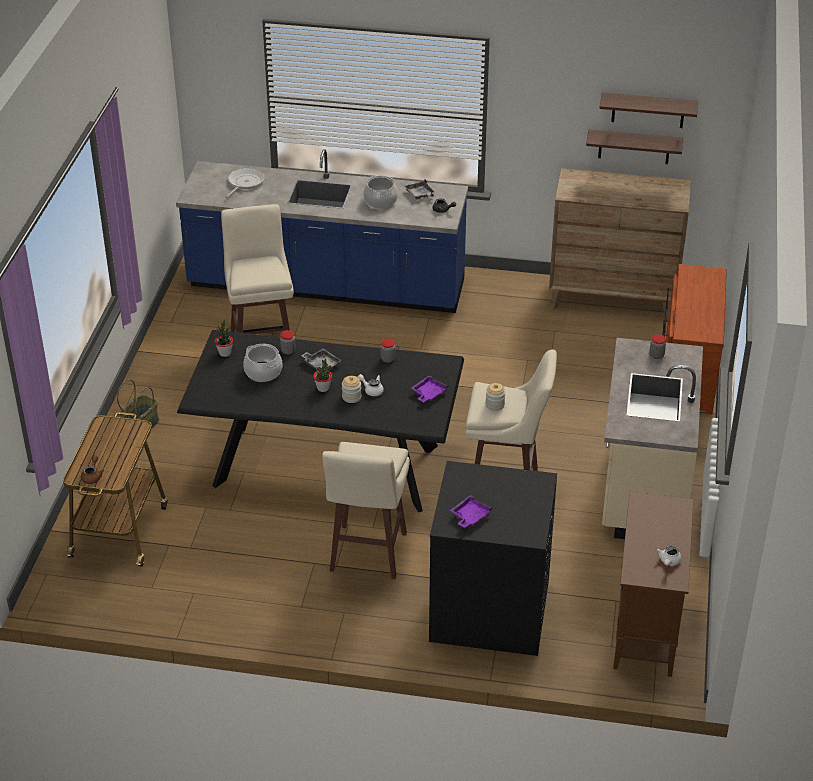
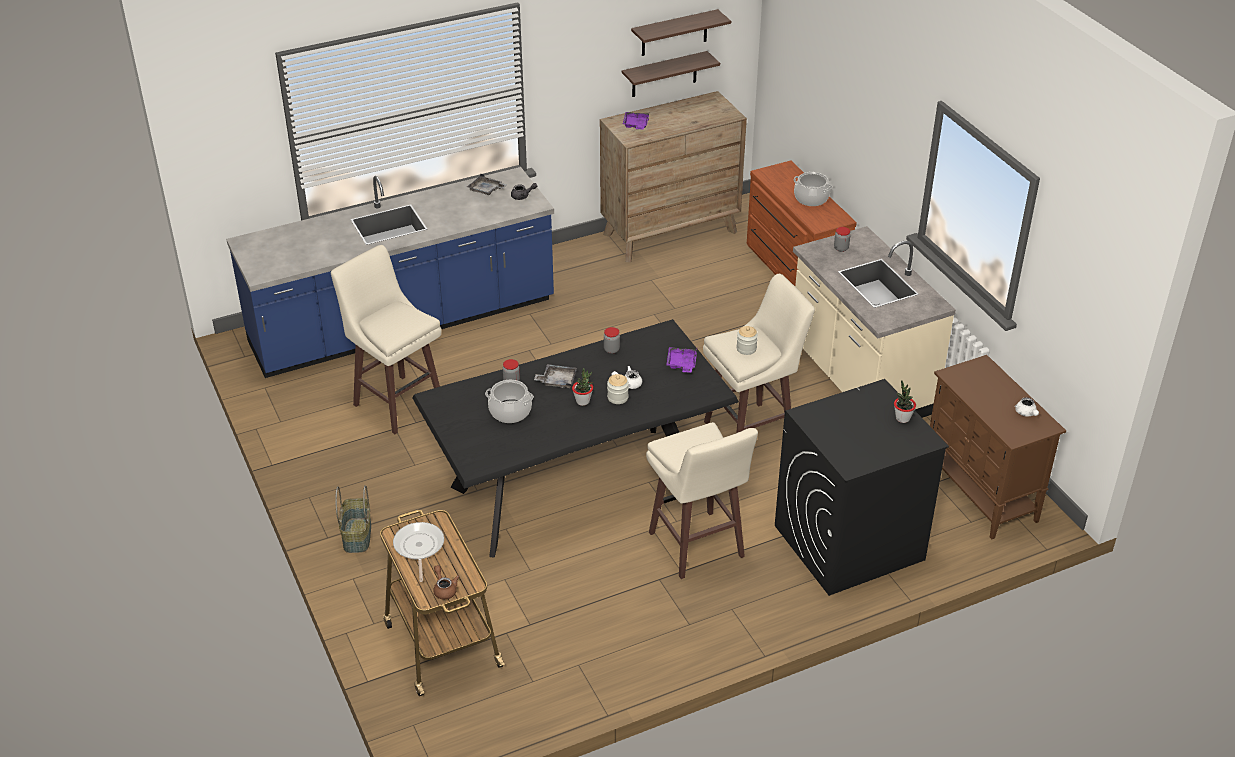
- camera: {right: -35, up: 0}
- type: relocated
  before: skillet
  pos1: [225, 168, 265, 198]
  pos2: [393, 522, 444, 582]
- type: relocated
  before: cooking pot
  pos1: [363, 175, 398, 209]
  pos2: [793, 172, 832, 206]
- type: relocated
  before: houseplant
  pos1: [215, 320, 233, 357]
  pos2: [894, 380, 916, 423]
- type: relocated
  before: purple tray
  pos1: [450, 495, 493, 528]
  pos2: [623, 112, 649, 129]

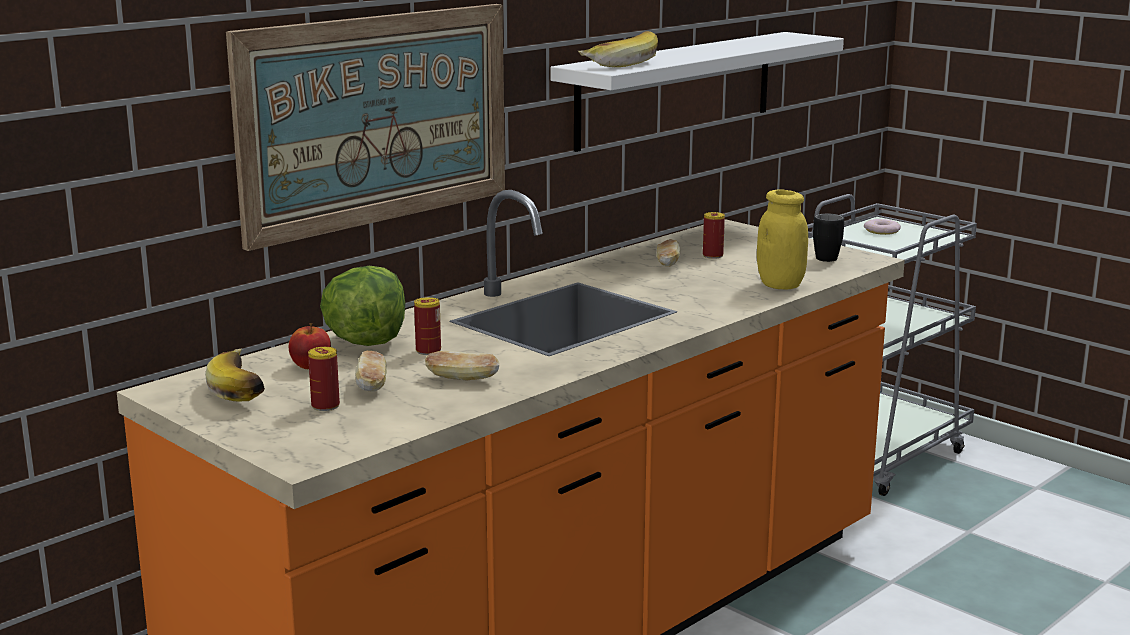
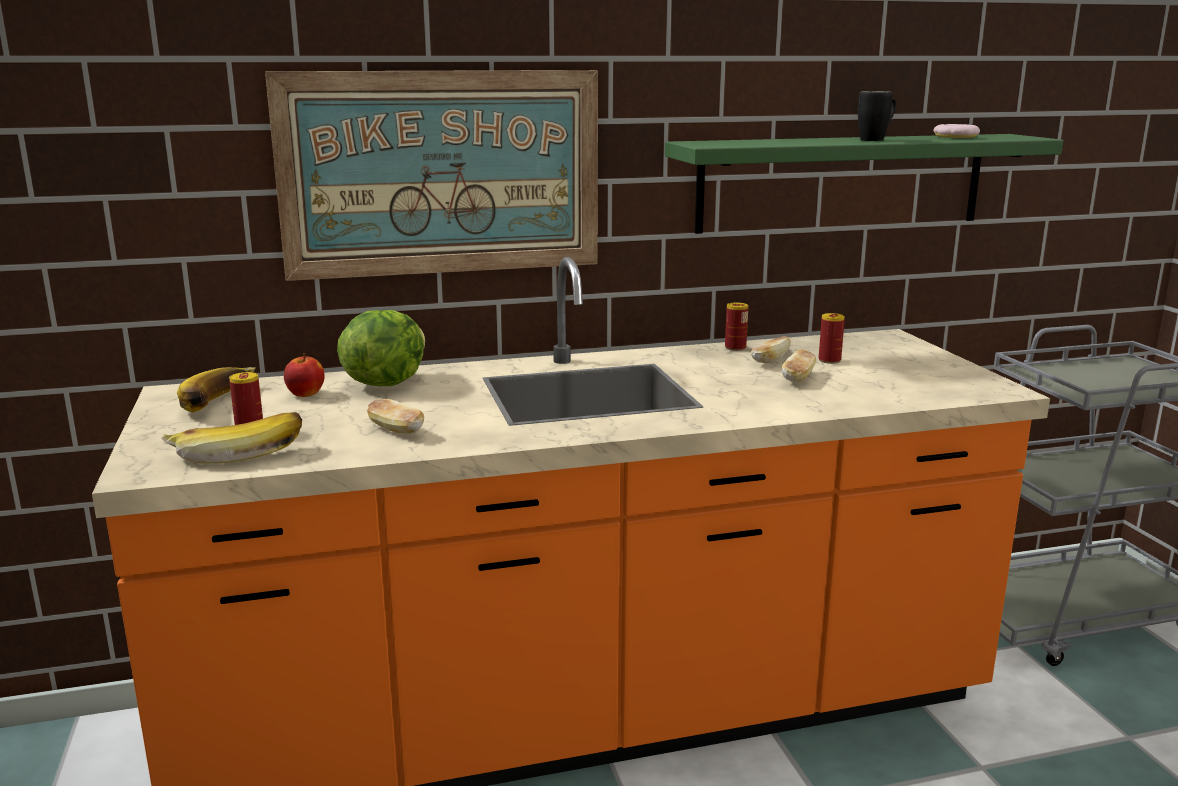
- camera: {right: 30, up: 0}
- type: relocated
  before: banana
  pos1: [578, 31, 658, 67]
  pos2: [161, 412, 302, 463]
- type: colour
  before: whitish bracket shelf
  after: greenish bracket shelf
  pos1: [550, 32, 844, 152]
  pos2: [665, 134, 1063, 234]
- type: missing
  before: yellow-coloured storage jar
  pos1: [757, 189, 808, 289]
- type: relocated
  before: black tea mug
  pos1: [813, 214, 844, 262]
  pos2: [858, 91, 896, 141]
- type: relocated
  before: doughnut
  pos1: [864, 219, 901, 235]
  pos2: [934, 124, 980, 138]
- type: relocated
  before: metal can
  pos1: [414, 297, 441, 355]
  pos2: [725, 302, 748, 351]
- type: relocated
  before: bread
  pos1: [355, 351, 387, 392]
  pos2: [781, 350, 816, 382]

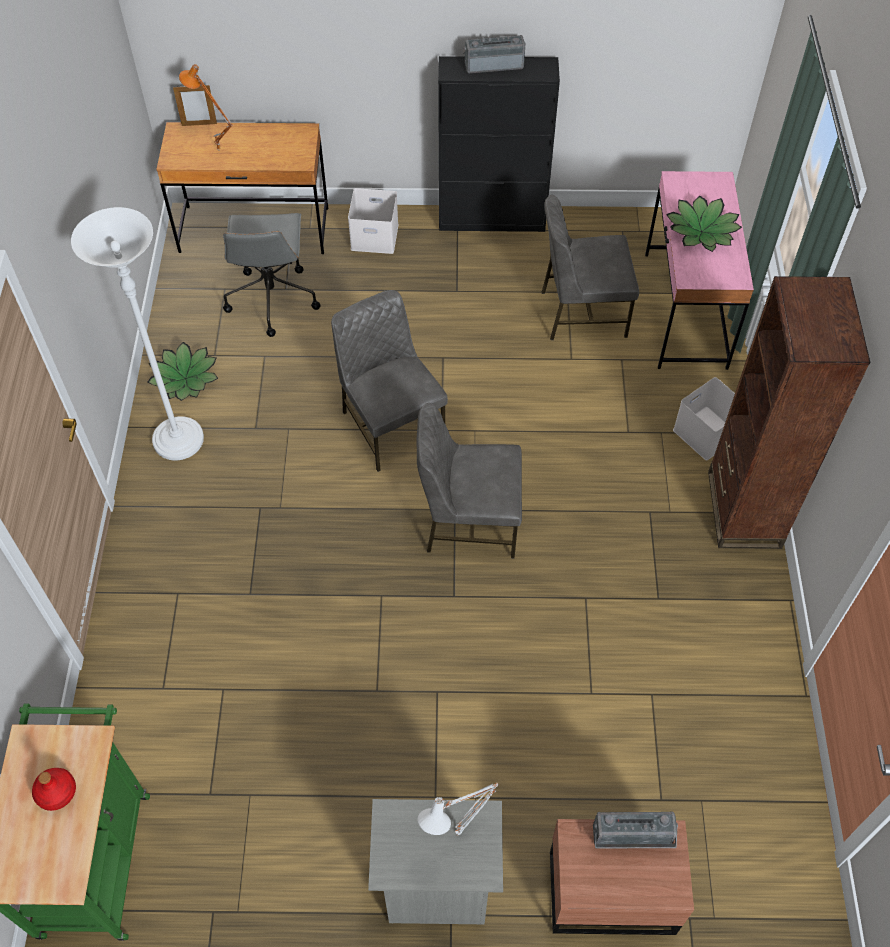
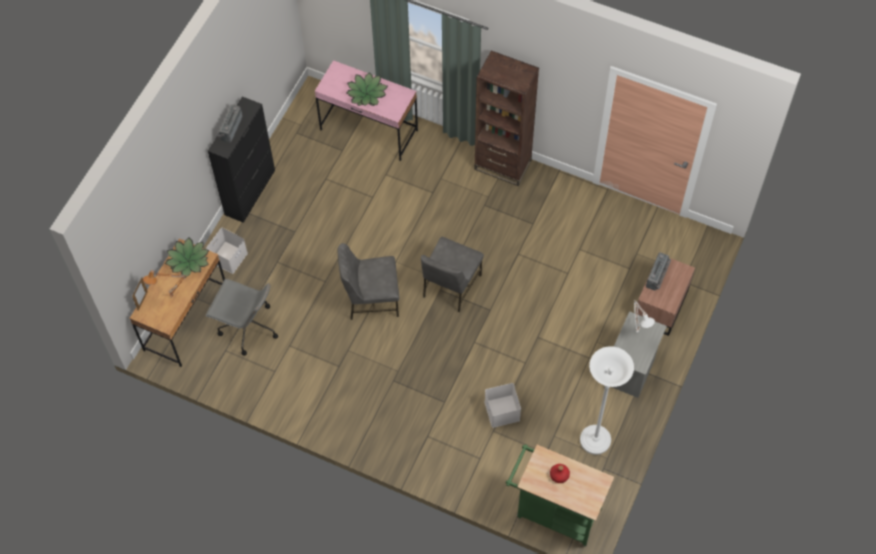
- camera: {right: -65, up: 5}
- type: missing
  before: grey upright chair
  pos1: [542, 195, 639, 340]
- type: relocated
  before: whitish floor lamp
  pos1: [71, 207, 204, 460]
  pos2: [580, 346, 634, 455]
- type: relocated
  before: houseplant
  pos1: [148, 342, 218, 401]
  pos2: [165, 237, 209, 278]
- type: relocated
  before: whitish storage bin
  pos1: [673, 377, 735, 460]
  pos2: [484, 383, 521, 428]

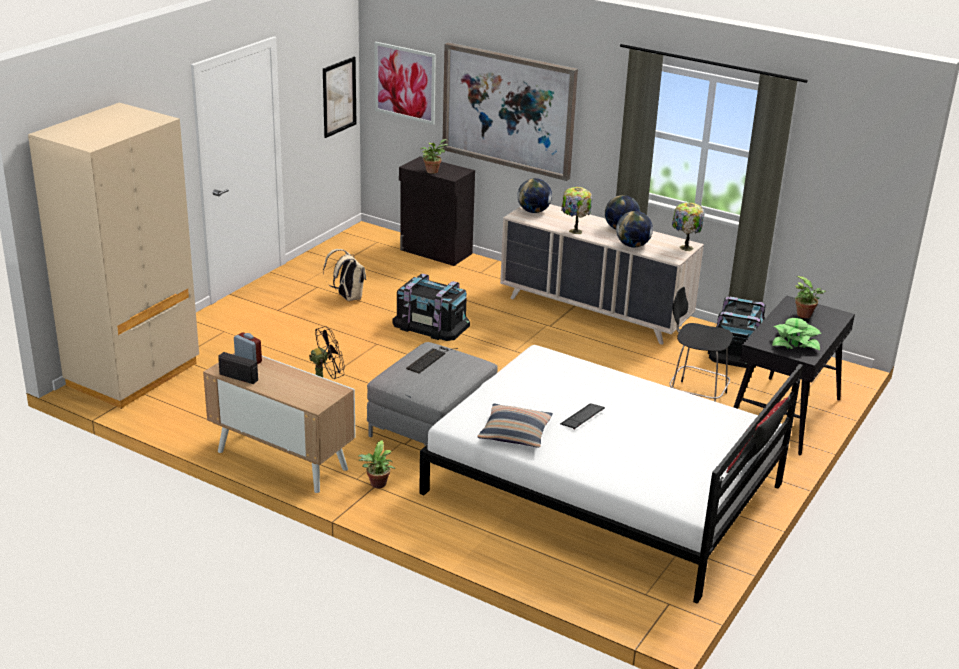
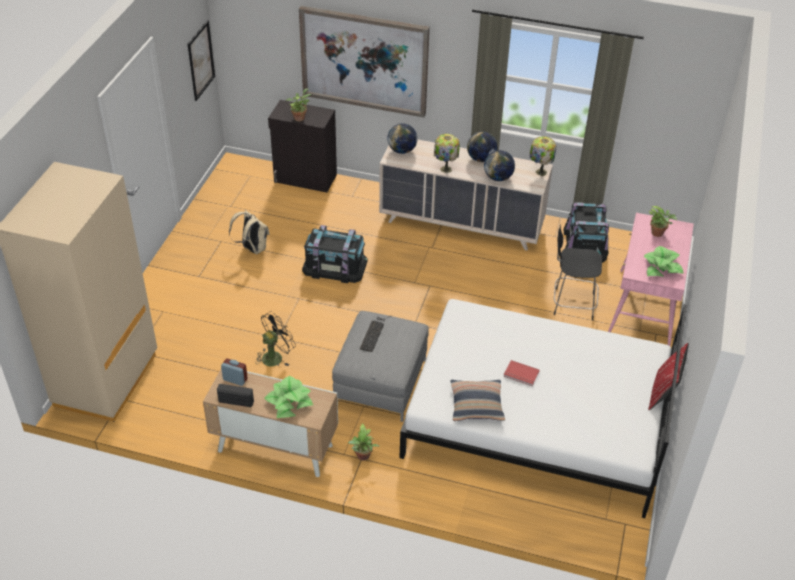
- camera: {right: -15, up: 15}
- type: missing
  before: wall picture
  pos1: [374, 42, 436, 125]
- type: colour
  before: black desk unit
  after: pink-coloured desk unit
  pos1: [733, 295, 855, 455]
  pos2: [608, 213, 694, 346]
- type: exchanged
  before: PC keyboard
  after: red bound book
  pos1: [560, 403, 605, 429]
  pos2: [503, 360, 540, 386]
- type: appeared
  after: houseplant
  pos2: [264, 376, 313, 418]

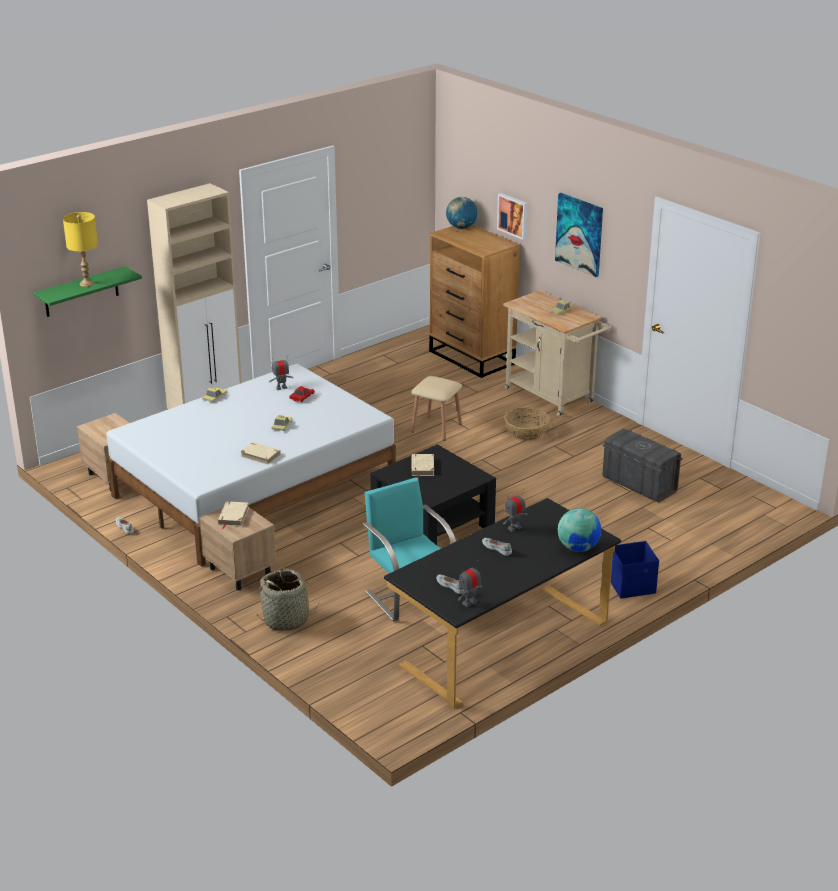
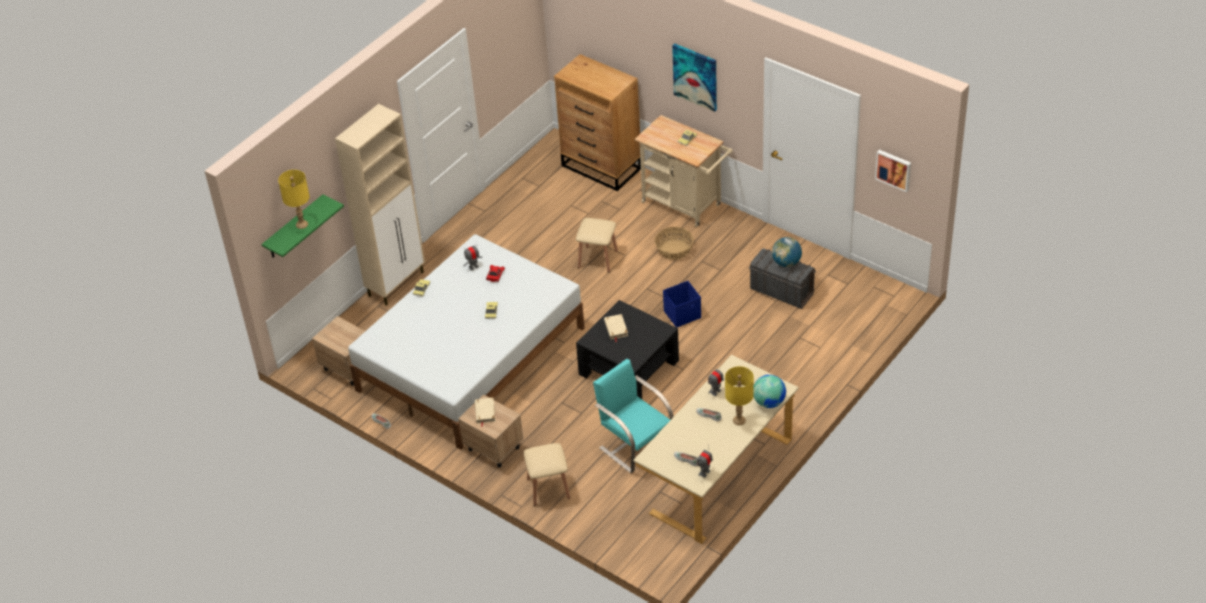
- camera: {right: -10, up: 15}
- type: relocated
  before: wall picture
  pos1: [497, 193, 528, 240]
  pos2: [875, 150, 911, 192]
- type: relocated
  before: desk globe
  pos1: [446, 197, 478, 229]
  pos2: [772, 237, 802, 267]
- type: missing
  before: beige-coloured bound book
  pos1: [240, 442, 281, 465]
- type: colour
  before: black desk unit
  after: beige-coloured desk unit
  pos1: [384, 498, 621, 708]
  pos2: [634, 355, 799, 544]
- type: relocated
  before: bluish storage bin
  pos1: [611, 541, 659, 599]
  pos2: [663, 281, 701, 328]
- type: exchanged
  before: storage basket
  after: beige-coloured sitting stool
  pos1: [258, 568, 320, 631]
  pos2: [524, 443, 570, 506]
- type: appeared
  after: yellow-coloured tabletop lamp
  pos2: [725, 366, 754, 425]

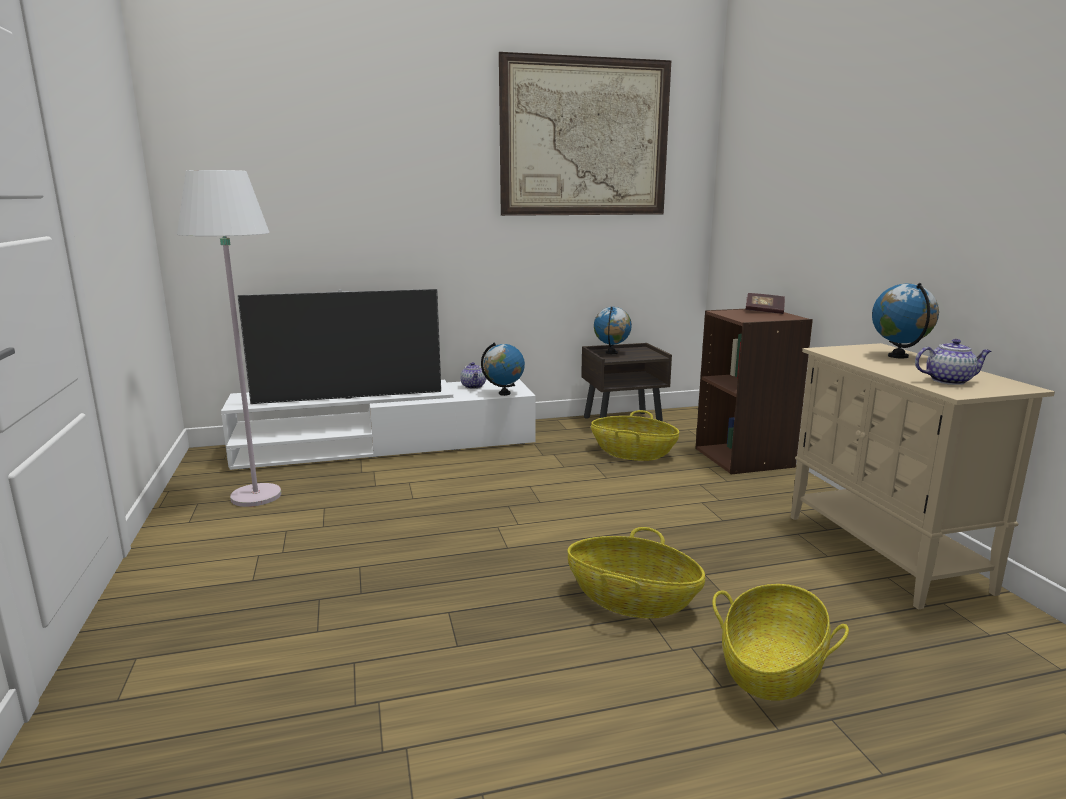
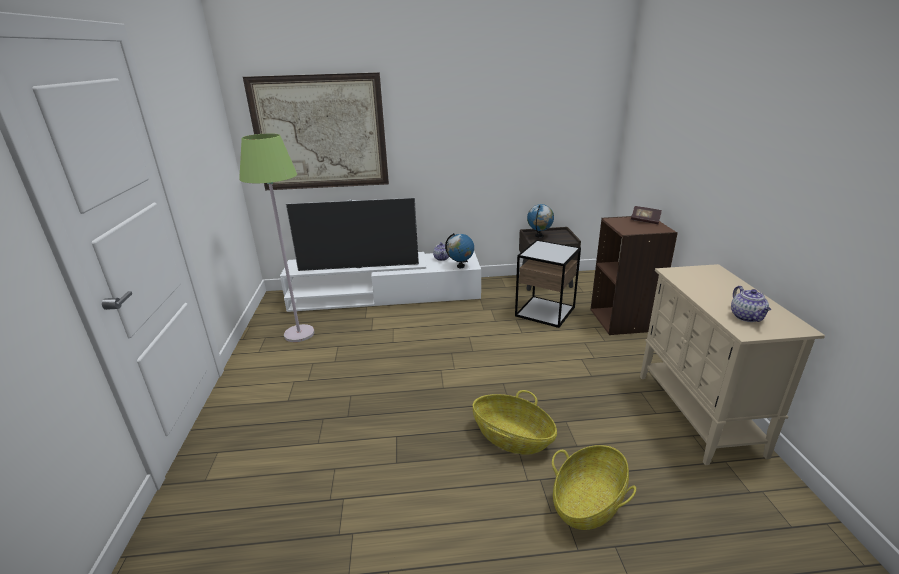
- camera: {right: 10, up: 10}
- type: relocated
  before: wall picture
  pos1: [499, 52, 671, 216]
  pos2: [243, 72, 389, 190]
- type: colour
  before: whitish floor lamp
  after: greenish floor lamp
  pos1: [177, 170, 281, 507]
  pos2: [239, 133, 315, 342]
- type: missing
  before: desk globe
  pos1: [872, 283, 939, 358]
- type: spun
  before: tea pot
  pos1: [915, 339, 992, 385]
  pos2: [731, 286, 771, 322]
  turn: 75
- type: exchanged
  before: storage basket
  after: accent table
  pos1: [591, 410, 680, 461]
  pos2: [515, 240, 581, 328]

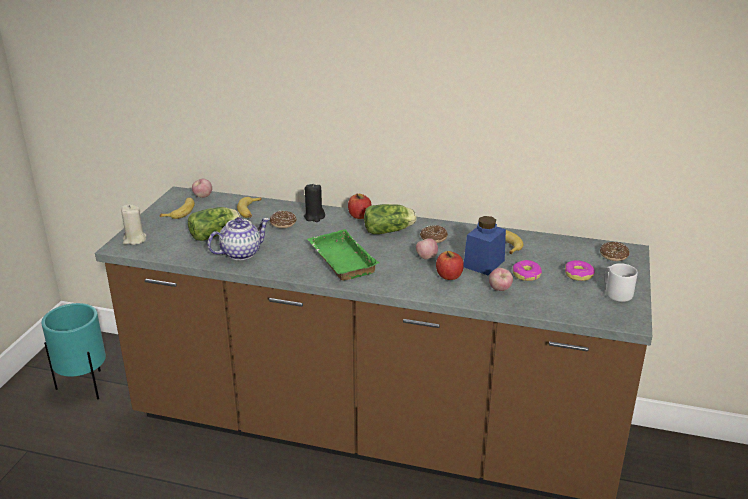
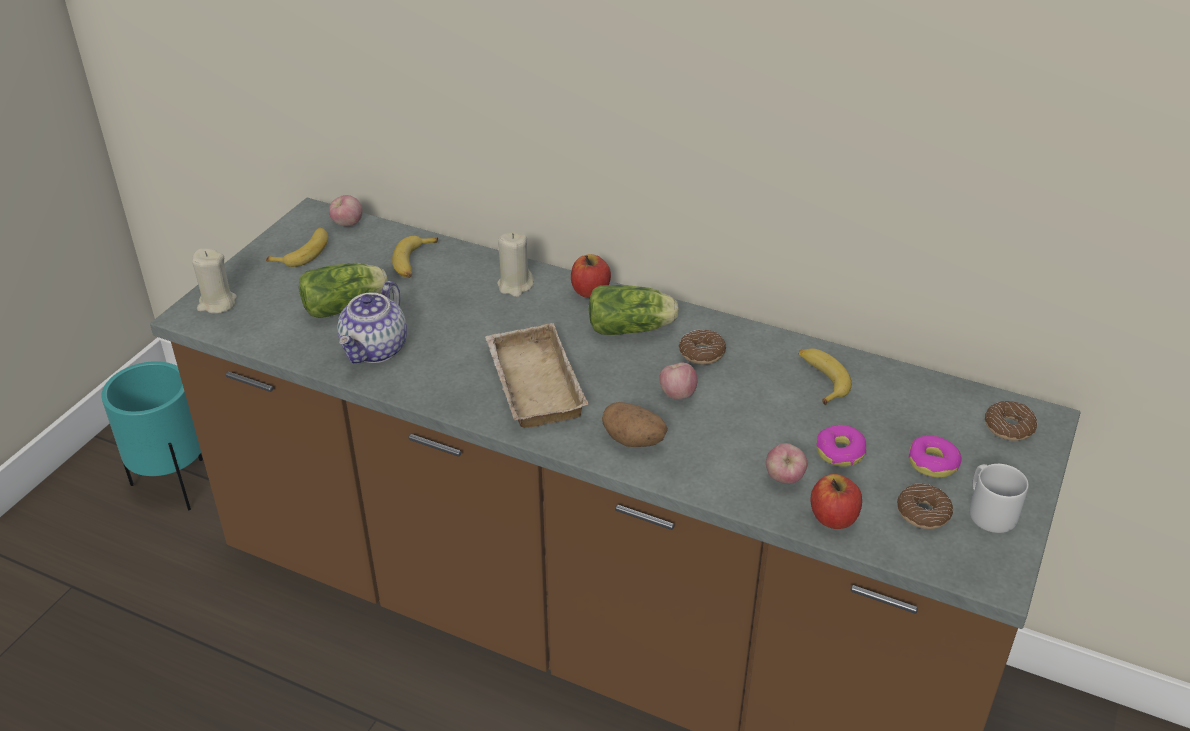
- camera: {right: 10, up: 10}
- type: colour
  before: black candle
  after: beige-coloured candle
  pos1: [304, 183, 325, 222]
  pos2: [497, 232, 534, 297]
- type: relocated
  before: doughnut
  pos1: [270, 211, 297, 228]
  pos2: [897, 484, 953, 529]
- type: missing
  before: bluish storage jar
  pos1: [464, 216, 506, 275]
- type: spun
  before: tea pot
  pos1: [207, 217, 270, 260]
  pos2: [337, 281, 407, 364]
  turn: 135
- type: colour
  before: greenish tray
  after: beige-coloured tray
  pos1: [307, 229, 379, 281]
  pos2: [485, 323, 589, 428]
- type: relocated
  before: apple
  pos1: [436, 251, 464, 280]
  pos2: [811, 474, 862, 529]
- type: appeared
  after: potato
  pos2: [602, 402, 668, 447]

